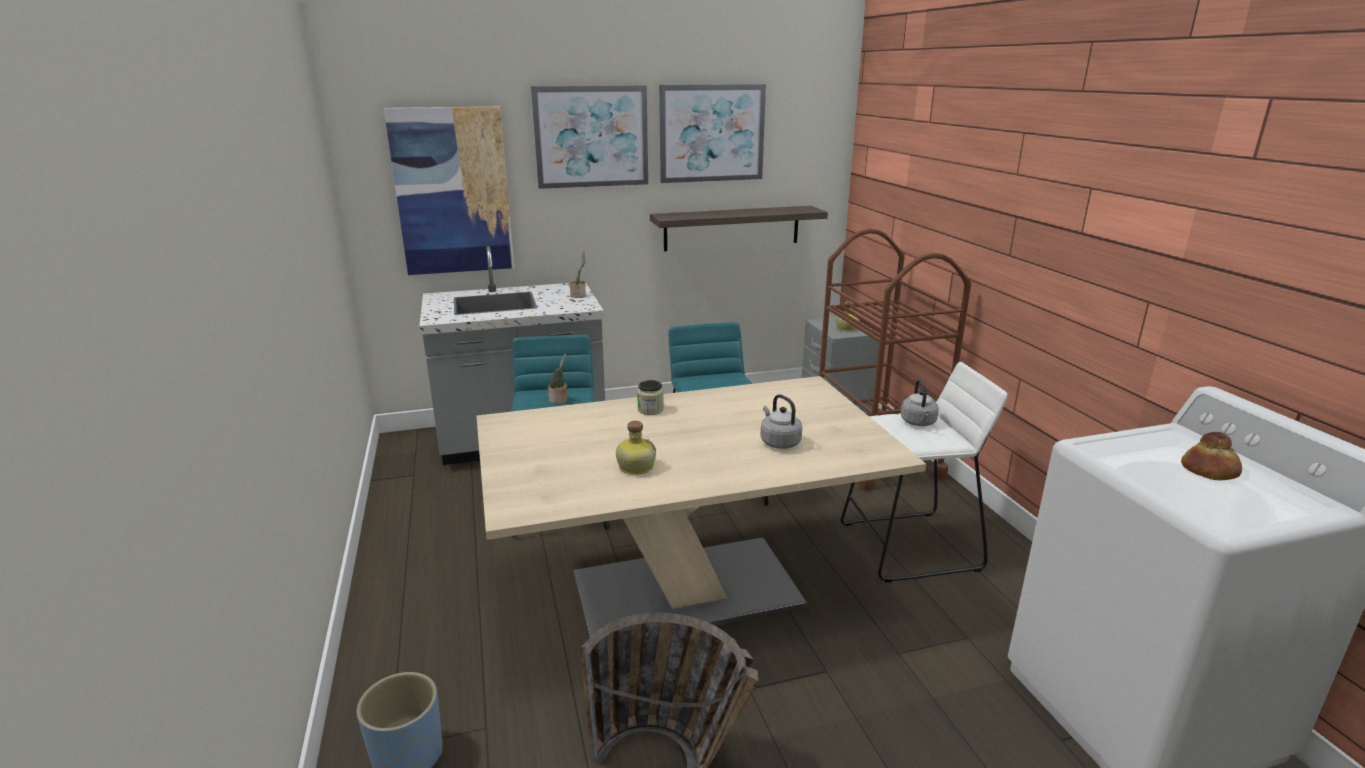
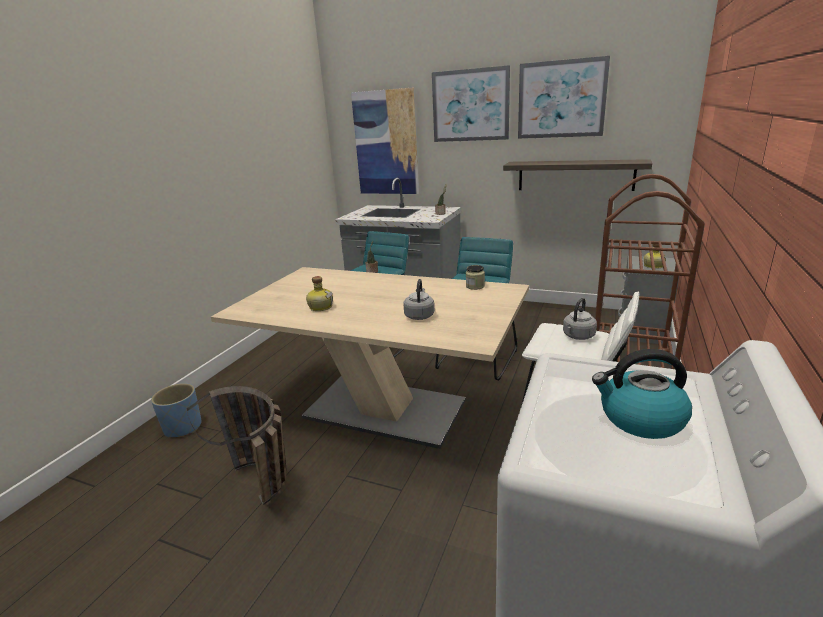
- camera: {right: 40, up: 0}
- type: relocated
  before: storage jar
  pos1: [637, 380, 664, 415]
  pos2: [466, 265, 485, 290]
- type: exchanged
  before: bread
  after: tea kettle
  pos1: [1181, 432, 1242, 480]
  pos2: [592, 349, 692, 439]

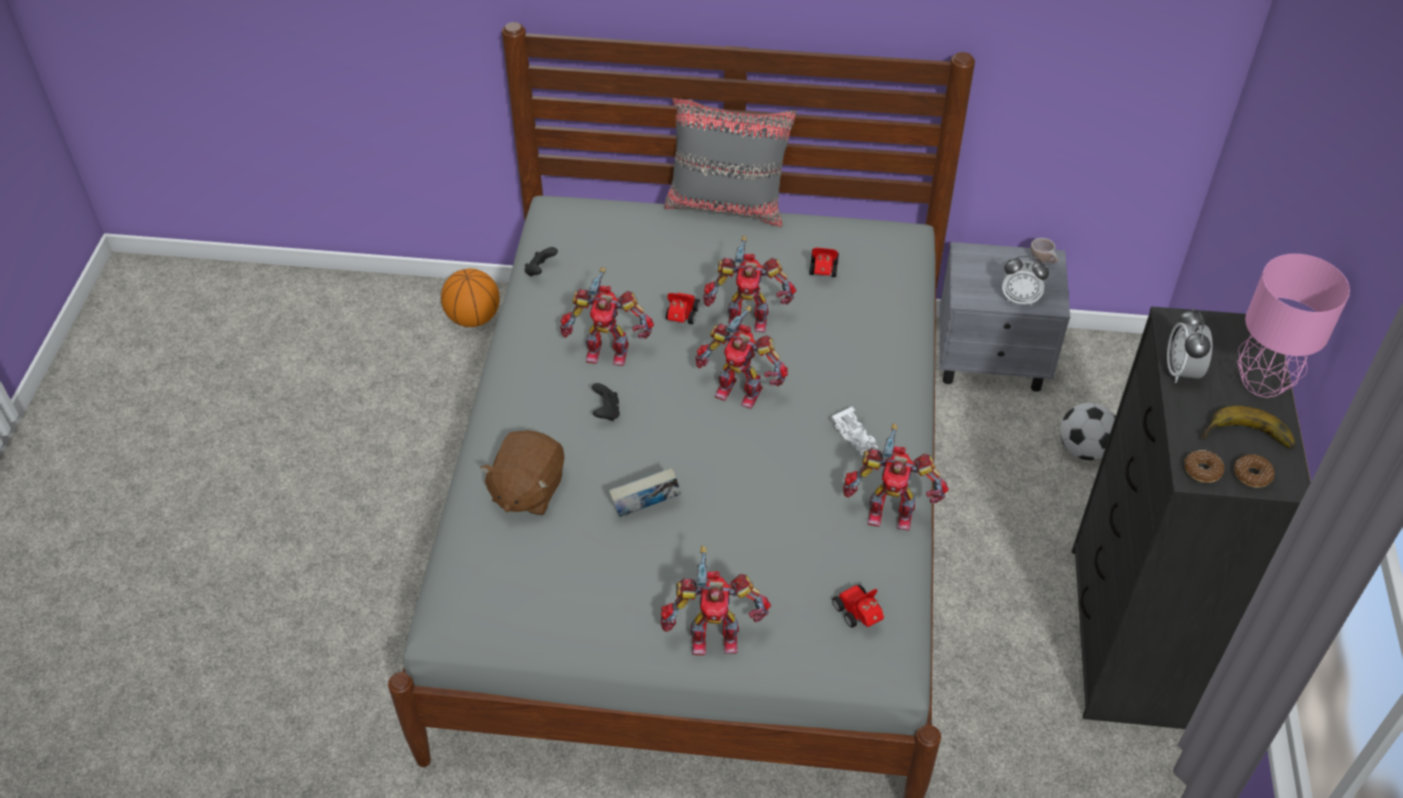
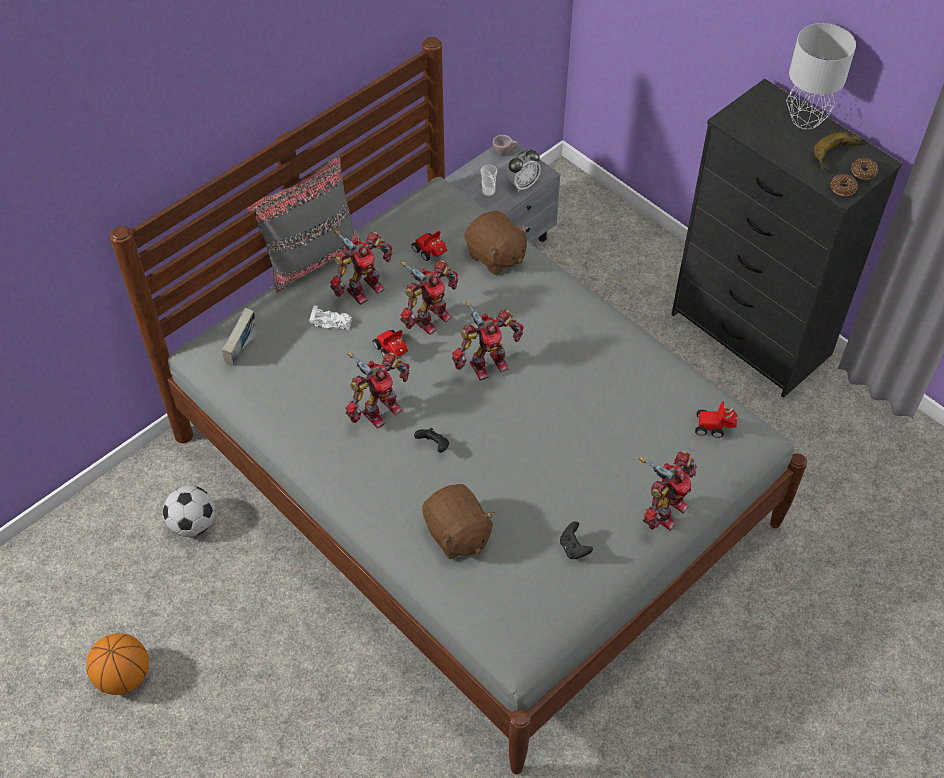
- camera: {right: -50, up: 5}
- type: relocated
  before: black gamepad
  pos1: [525, 247, 558, 276]
  pos2: [560, 521, 593, 559]
- type: colour
  before: pink-coloured tabletop lamp
  after: grey tabletop lamp
  pos1: [1237, 254, 1350, 398]
  pos2: [786, 23, 856, 129]
- type: relocated
  before: basketball ball
  pos1: [441, 269, 500, 327]
  pos2: [86, 633, 149, 695]
- type: missing
  before: alarm clock
  pos1: [1167, 308, 1212, 383]
- type: relocated
  before: football ball
  pos1: [1060, 403, 1115, 460]
  pos2: [163, 486, 215, 537]
- type: relocated
  before: whitish model car
  pos1: [831, 406, 879, 457]
  pos2: [309, 305, 353, 330]
- type: relocated
  before: robot figure
  pos1: [843, 423, 949, 531]
  pos2: [330, 230, 392, 305]
- type: relocated
  before: bound book
  pos1: [609, 467, 681, 517]
  pos2: [222, 308, 255, 366]
- type: appeared
  after: small cup
  pos2: [480, 165, 497, 196]
- type: appeared
  after: brown cuddly toy
  pos2: [465, 211, 528, 275]

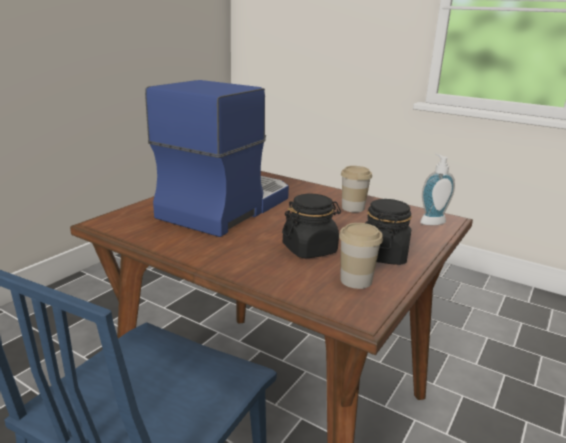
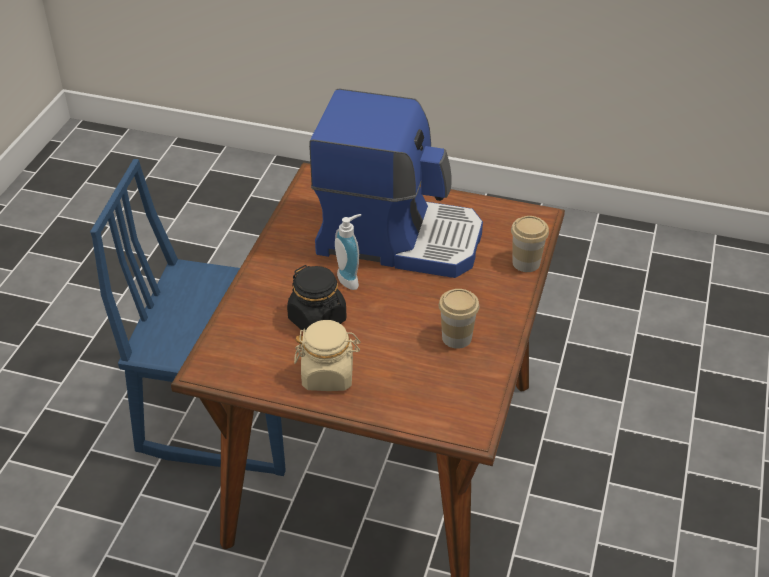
- camera: {right: 75, up: 20}
- type: relocated
  before: liquid soap bottle
  pos1: [420, 154, 455, 225]
  pos2: [335, 214, 361, 290]
- type: colour
  before: black storage jar
  after: beige-coloured storage jar
  pos1: [365, 199, 412, 265]
  pos2: [294, 320, 360, 391]
- type: relocated
  before: small cup
  pos1: [339, 223, 383, 289]
  pos2: [511, 216, 549, 272]

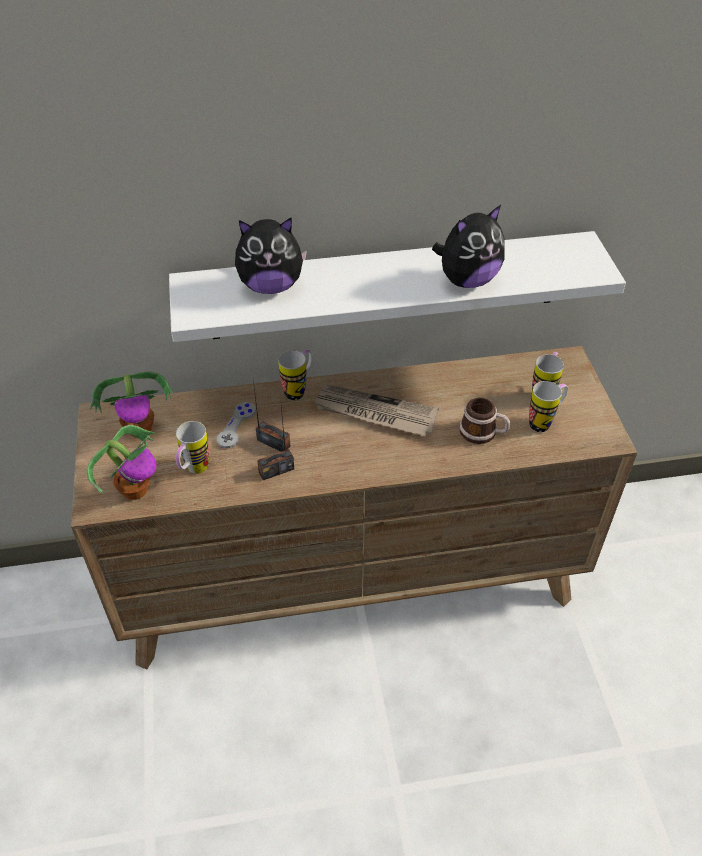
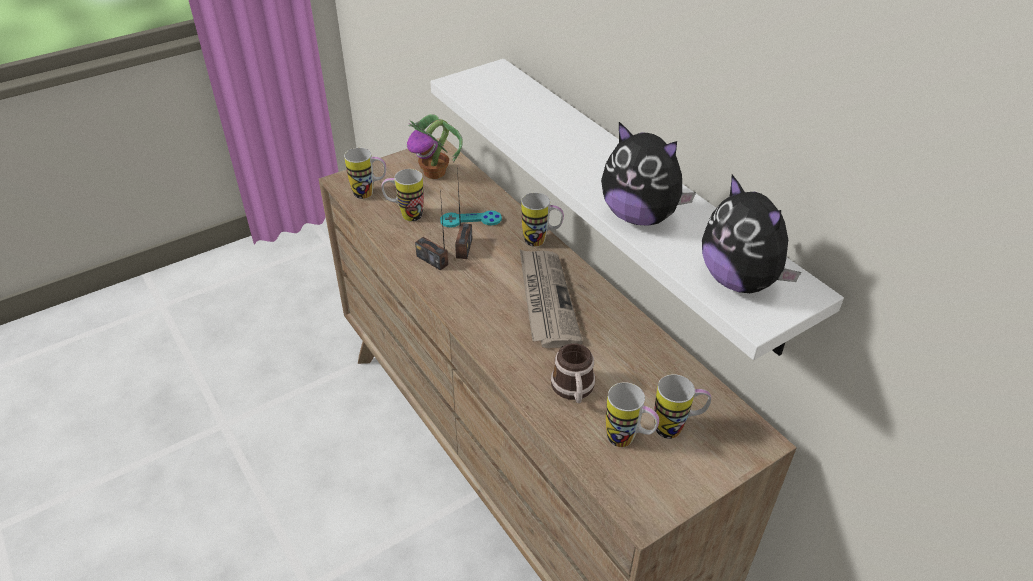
- camera: {right: 65, up: -5}
- type: relocated
  before: cuddly toy
  pos1: [235, 217, 307, 294]
  pos2: [702, 174, 801, 293]
- type: colour
  before: grey gamepad
  after: blue-green gamepad
  pos1: [216, 402, 256, 448]
  pos2: [440, 210, 502, 228]
- type: exchanged
  before: houseplant
  after: tea mug
  pos1: [87, 425, 157, 500]
  pos2: [344, 148, 386, 199]

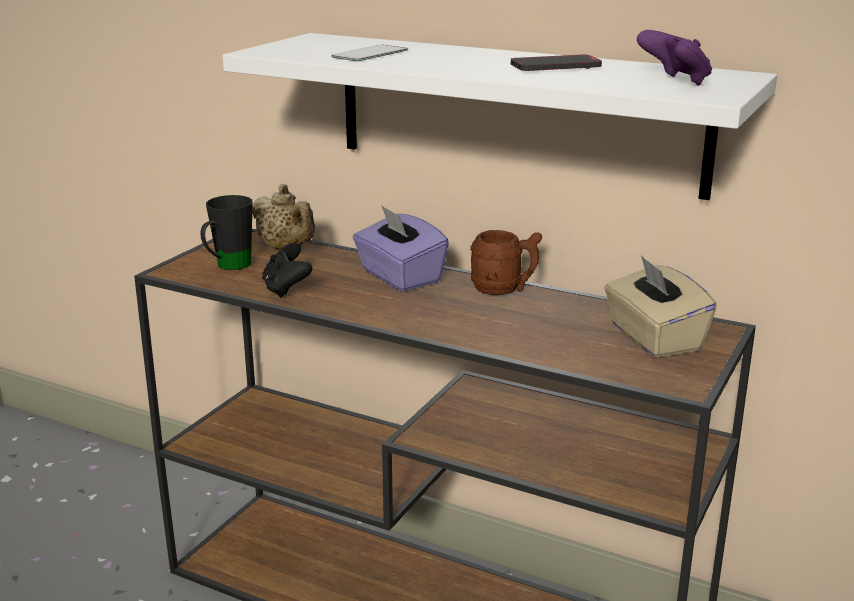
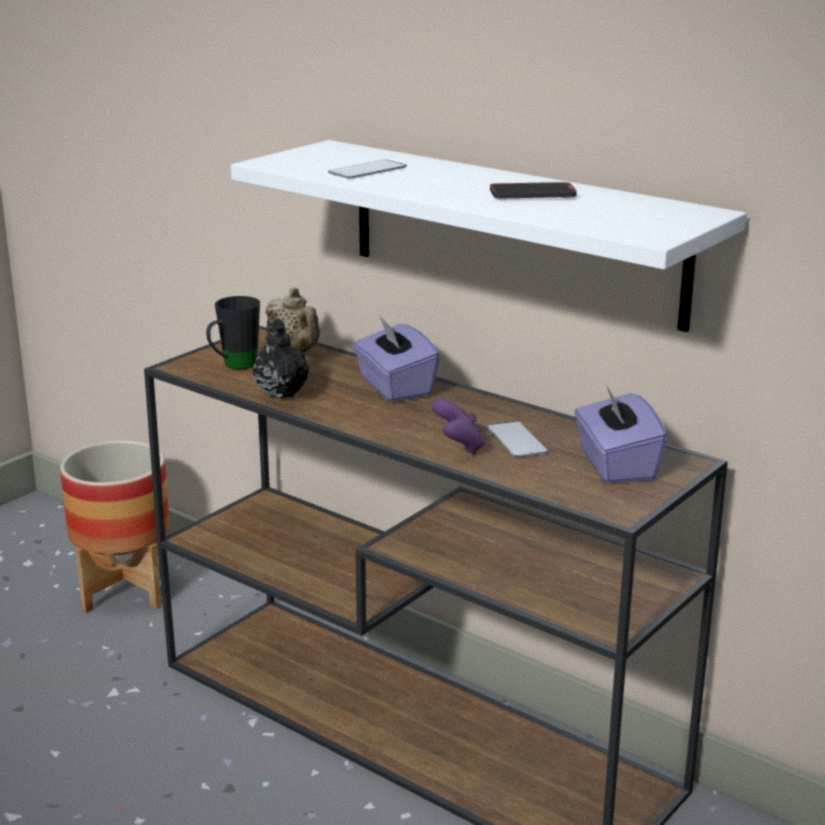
- camera: {right: 10, up: 0}
- type: relocated
  before: purple gamepad
  pos1: [637, 30, 712, 86]
  pos2: [431, 398, 485, 455]
- type: missing
  before: brown tea mug
  pos1: [470, 230, 542, 295]
- type: exchanged
  before: black gamepad
  after: black tea pot
  pos1: [262, 243, 312, 298]
  pos2: [252, 320, 309, 399]
- type: colour
  before: beige-coloured tissue box
  after: purple tissue box
  pos1: [604, 255, 717, 358]
  pos2: [574, 384, 668, 484]
- type: appeared
  after: telephone
  pos2: [487, 421, 548, 458]
- type: appeared
  after: plant pot
  pos2: [60, 440, 170, 613]

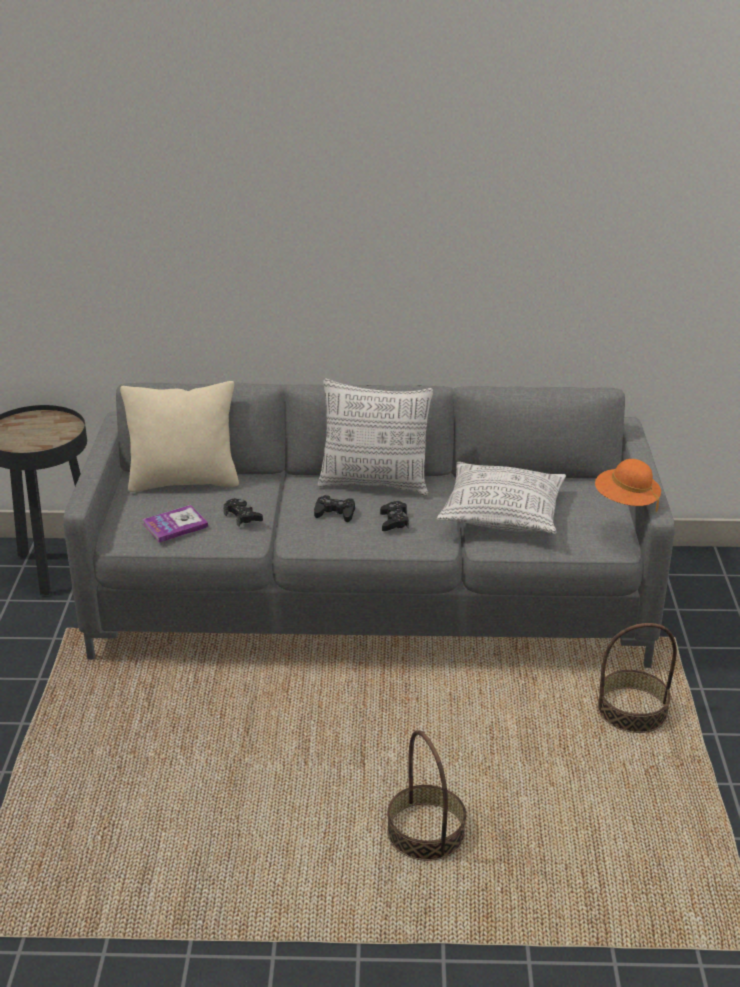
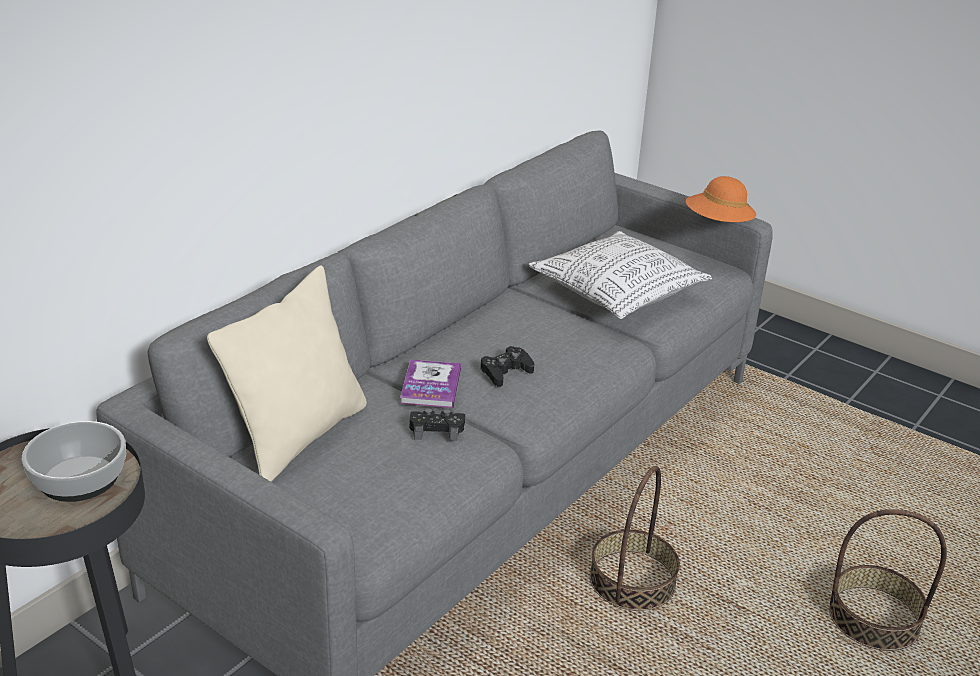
- camera: {right: -55, up: 0}
- type: missing
  before: cushion
  pos1: [318, 379, 434, 496]
- type: missing
  before: black gamepad
  pos1: [380, 501, 409, 531]
- type: relocated
  before: bound book
  pos1: [142, 505, 208, 542]
  pos2: [400, 359, 461, 408]
- type: relocated
  before: storage basket
  pos1: [598, 623, 677, 733]
  pos2: [590, 466, 680, 611]
- type: appeared
  after: deep dish
  pos2: [22, 421, 126, 502]

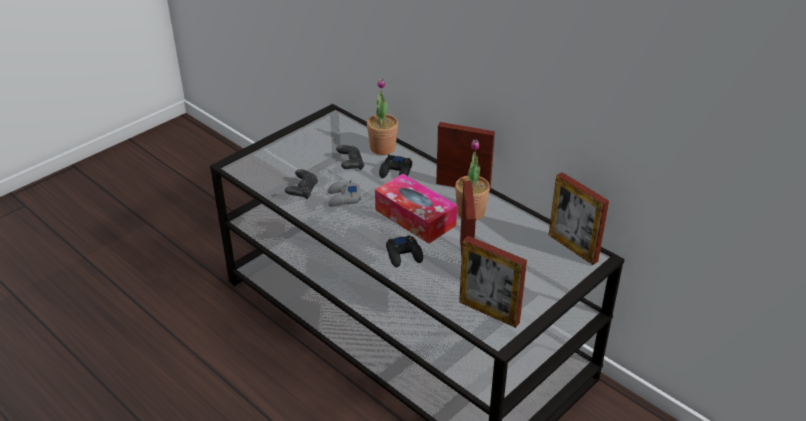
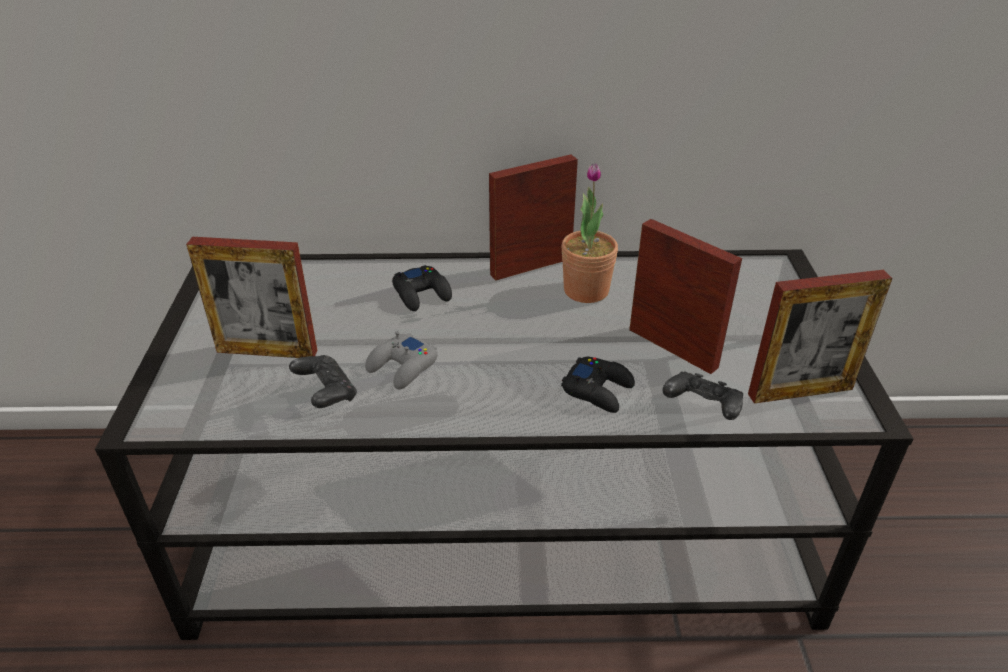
- camera: {right: -45, up: 0}
- type: missing
  before: houseplant
  pos1: [367, 78, 398, 155]
- type: relocated
  before: black gamepad
  pos1: [336, 145, 364, 170]
  pos2: [662, 371, 743, 420]
- type: relocated
  before: photo frame
  pos1: [549, 172, 609, 265]
  pos2: [186, 237, 318, 358]
- type: missing
  before: tissue box
  pos1: [375, 174, 457, 244]

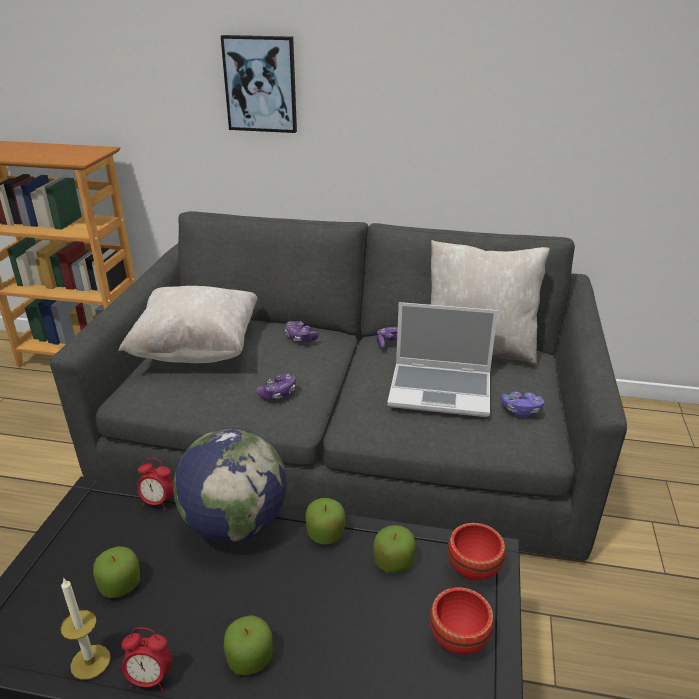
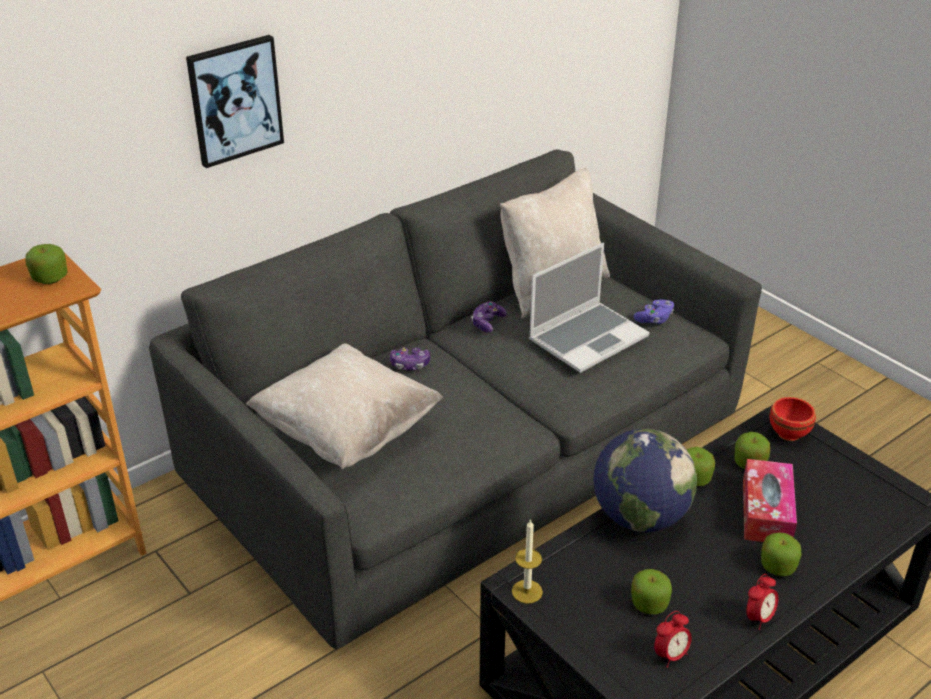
- camera: {right: -50, up: 5}
- type: missing
  before: gamepad
  pos1: [256, 374, 296, 399]
- type: relocated
  before: alarm clock
  pos1: [137, 458, 174, 510]
  pos2: [654, 611, 692, 668]
- type: relocated
  before: candle
  pos1: [61, 577, 111, 680]
  pos2: [512, 519, 543, 604]
- type: missing
  before: red deep dish
  pos1: [429, 587, 494, 655]
- type: appeared
  after: apple
  pos2: [25, 244, 67, 284]
- type: appeared
  after: tissue box
  pos2: [743, 459, 797, 542]

